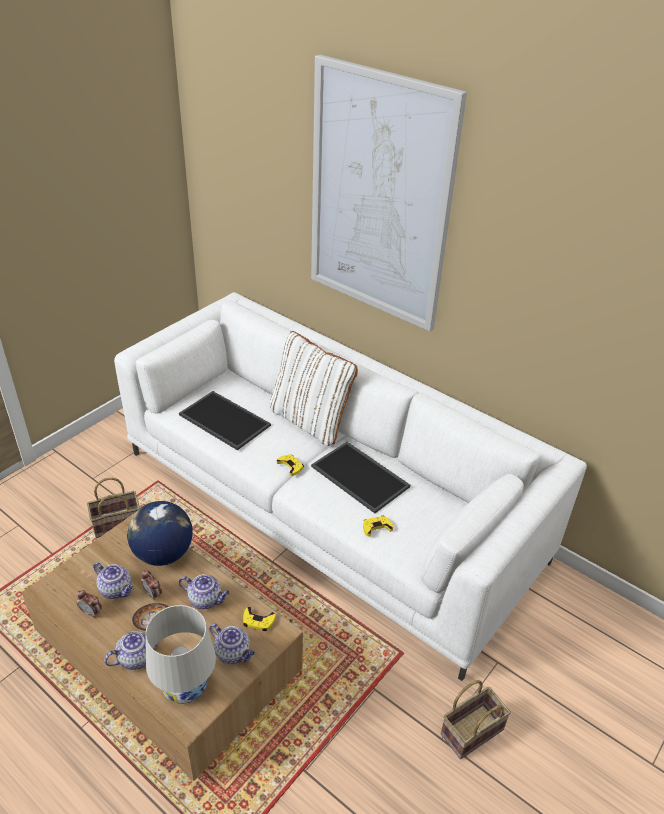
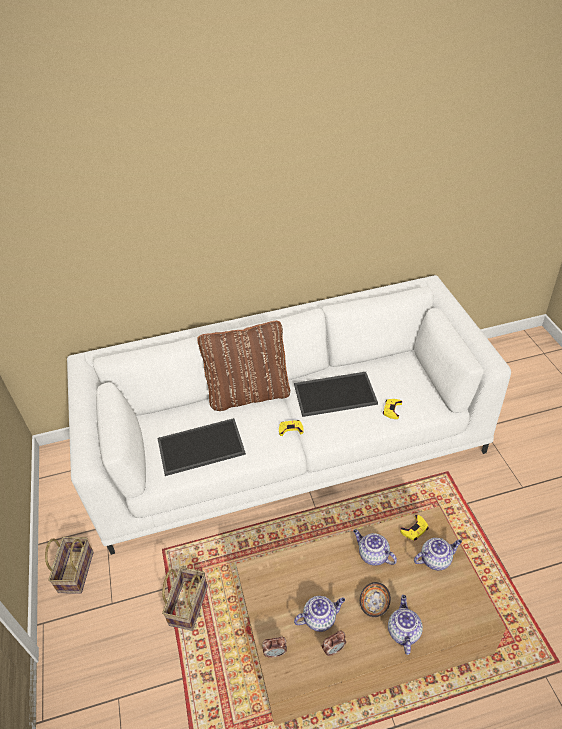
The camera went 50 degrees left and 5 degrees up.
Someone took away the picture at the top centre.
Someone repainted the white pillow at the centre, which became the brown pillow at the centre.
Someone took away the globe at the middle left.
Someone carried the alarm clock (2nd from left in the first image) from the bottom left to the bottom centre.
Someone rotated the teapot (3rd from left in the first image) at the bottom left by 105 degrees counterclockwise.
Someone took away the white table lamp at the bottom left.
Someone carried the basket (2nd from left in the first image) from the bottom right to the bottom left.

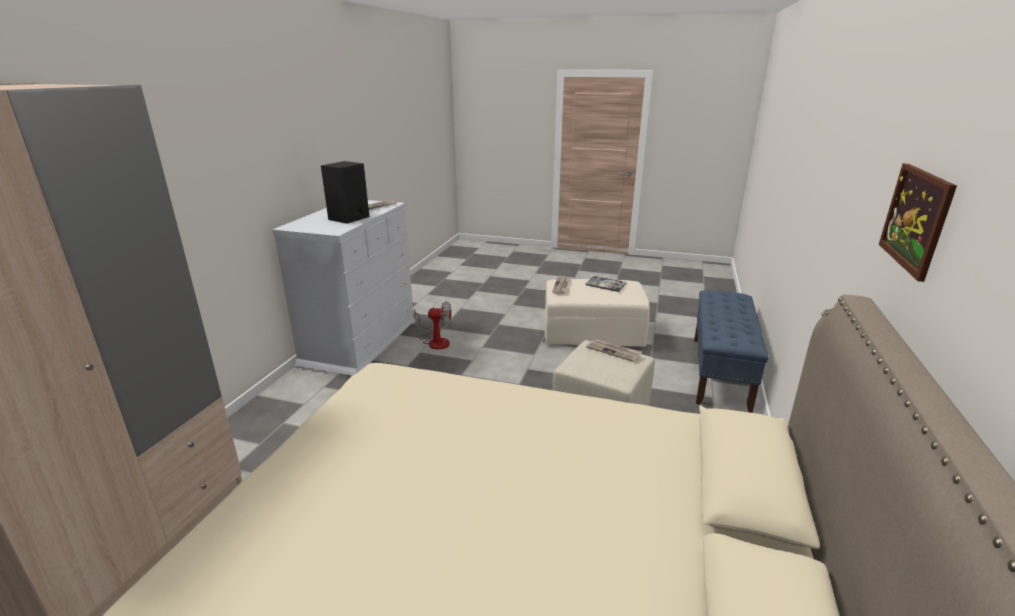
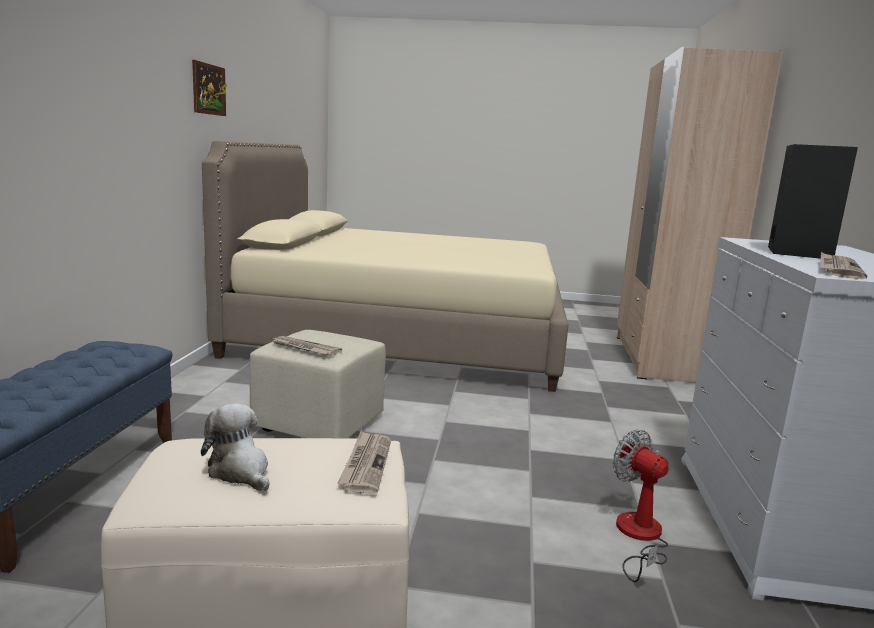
The camera went 170 degrees right and 10 degrees down.
Someone swapped the book at the centre for the plush toy at the bottom left.
Someone rotated the fan at the centre by 60 degrees clockwise.

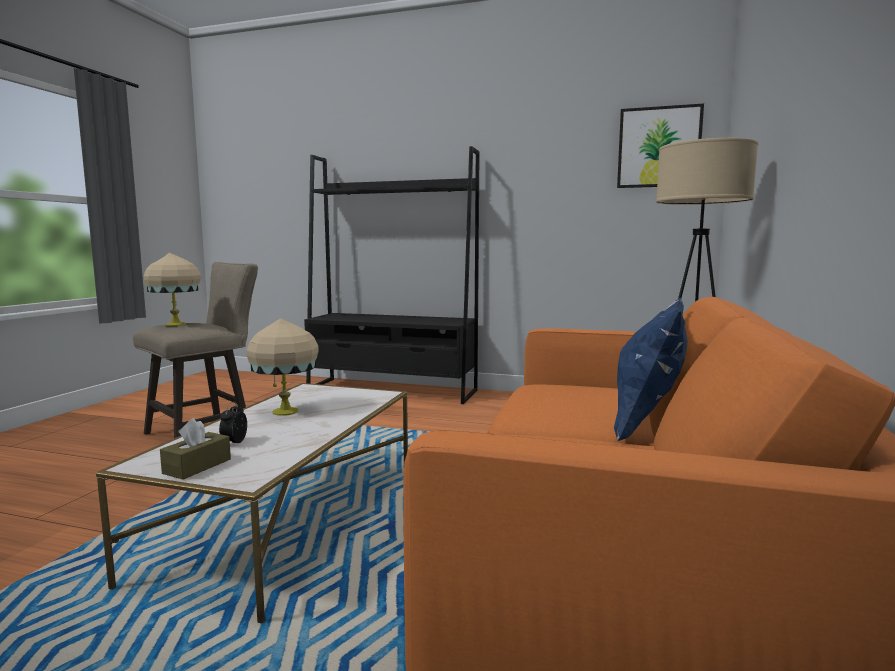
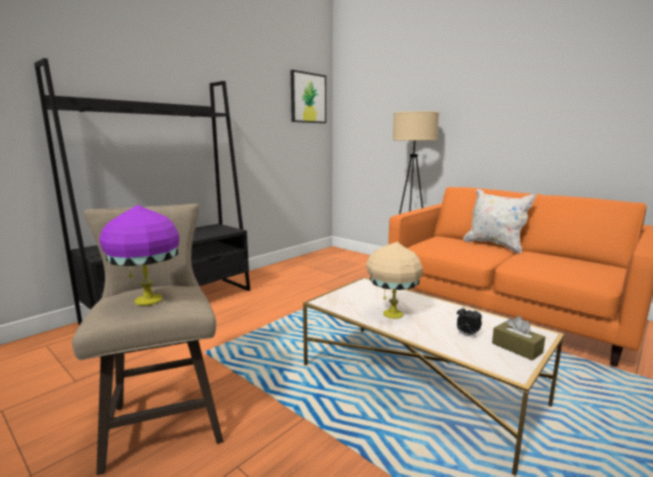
The camera went 65 degrees left and 5 degrees up.
Someone repainted the beige table lamp (1st from left) at the middle left, which became the purple table lamp at the middle left.
Someone repainted the blue pillow at the middle right, which became the white pillow at the middle right.

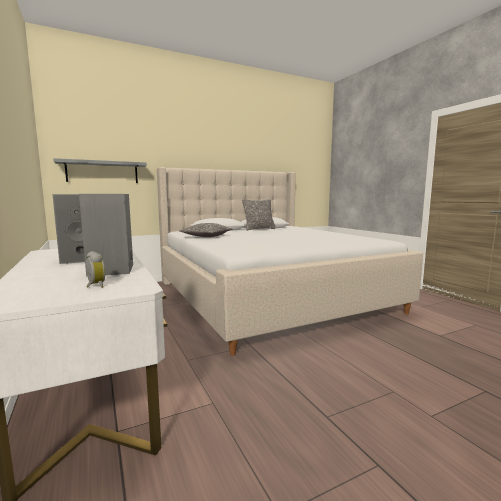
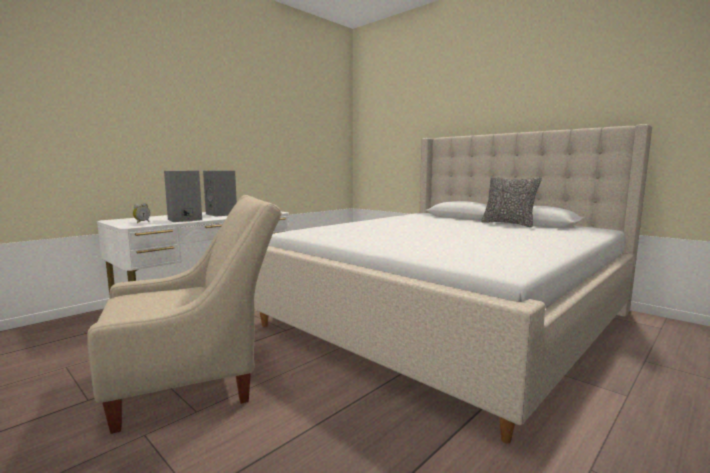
The camera went 70 degrees right and 0 degrees up.
Someone took away the grey shelf at the middle left.
Someone took away the pillow (1st from left) at the centre.
Someone put down the beige armchair at the middle left.

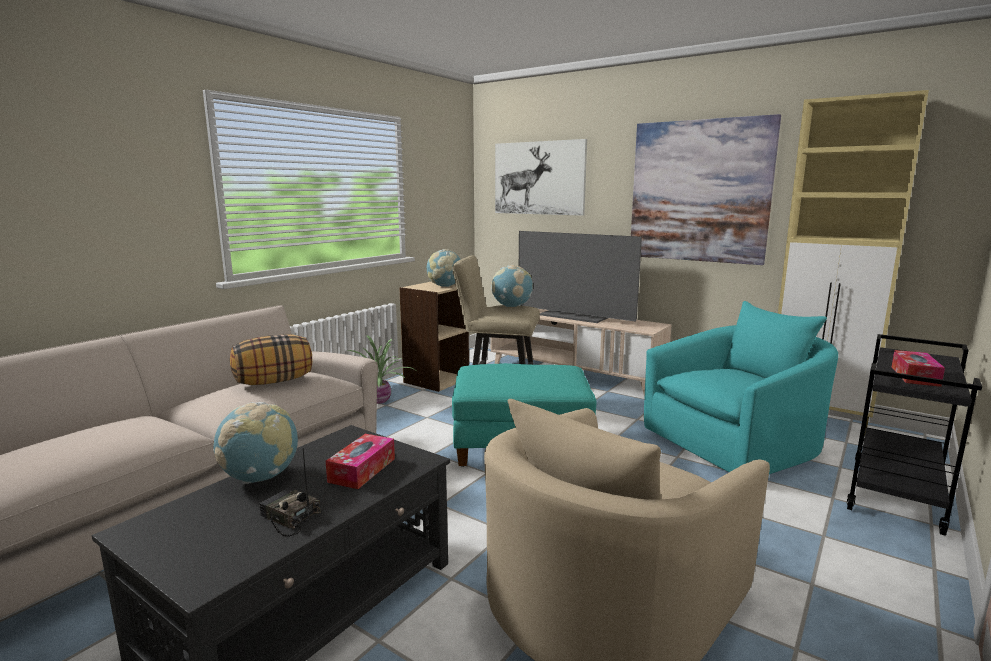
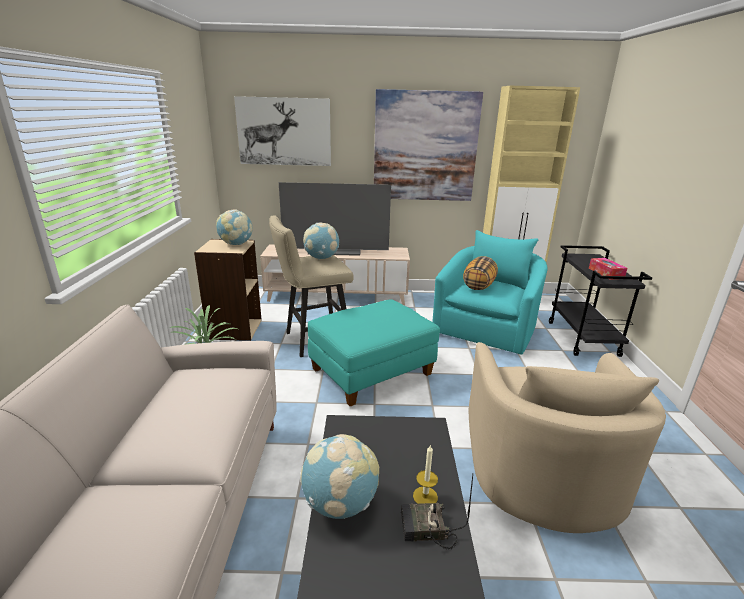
The camera went 35 degrees left and 10 degrees up.
Someone carried the pillow from the middle left to the centre.
Someone took away the tissue box (1st from left) at the bottom centre.
Someone put down the candle at the bottom centre.

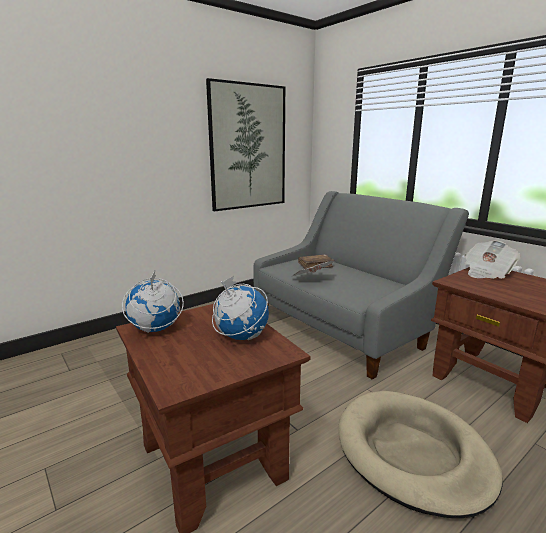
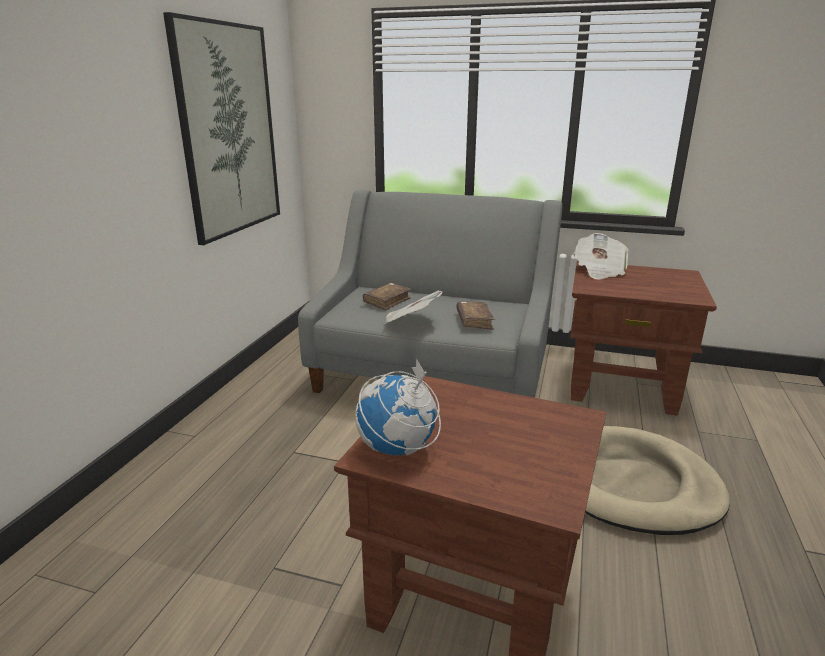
The camera went 35 degrees left and 5 degrees up.
Someone took away the globe (2nd from left) at the centre.
Someone put down the brown book (2nd from left) at the centre.

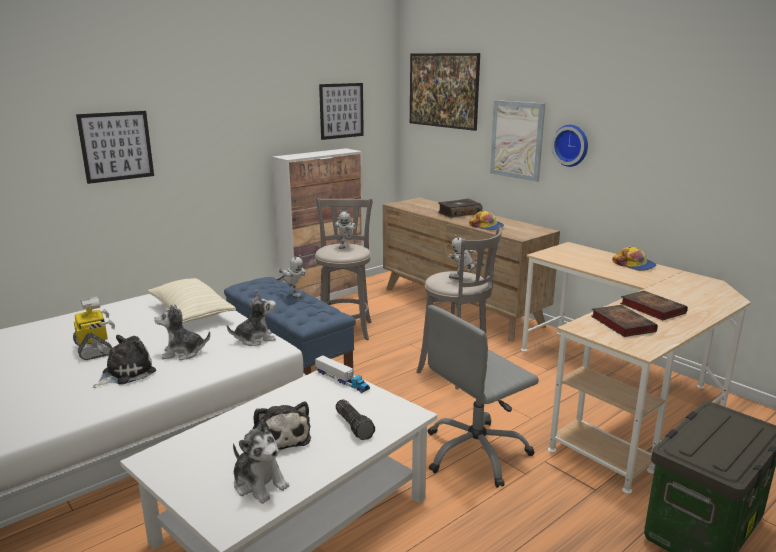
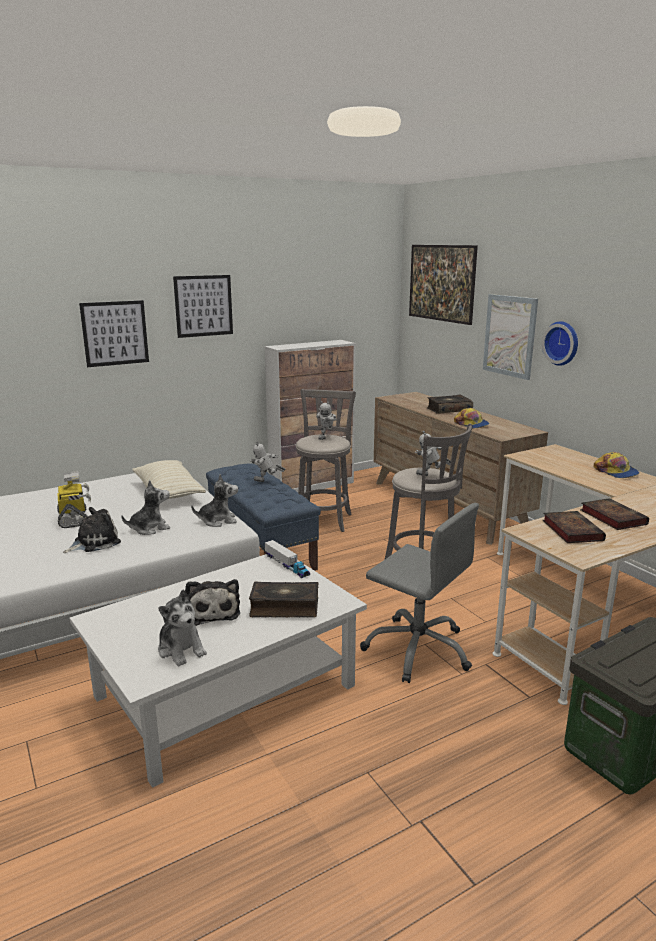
The camera went 10 degrees right and 0 degrees up.
Someone carried the picture (2nd from left) from the top centre to the top left.
Someone rotated the toy robot (2nd from left) at the centre by 135 degrees clockwise.
Someone rotated the plush toy (2nd from left) at the middle left by 150 degrees clockwise.
Someone rotated the grey office chair at the bottom centre by 120 degrees counterclockwise.
Someone swapped the flashlight at the bottom centre for the book (1st from left) at the centre.

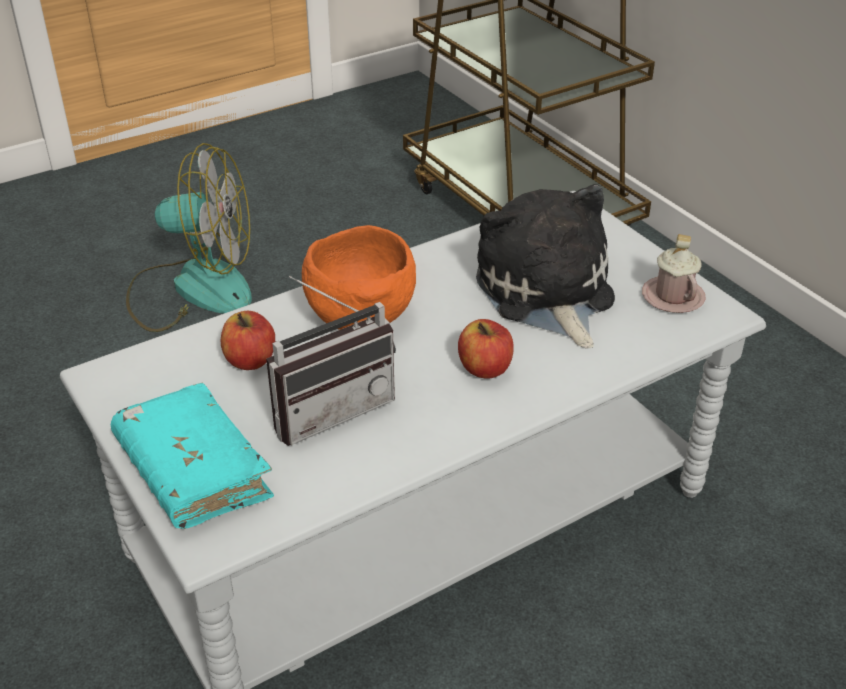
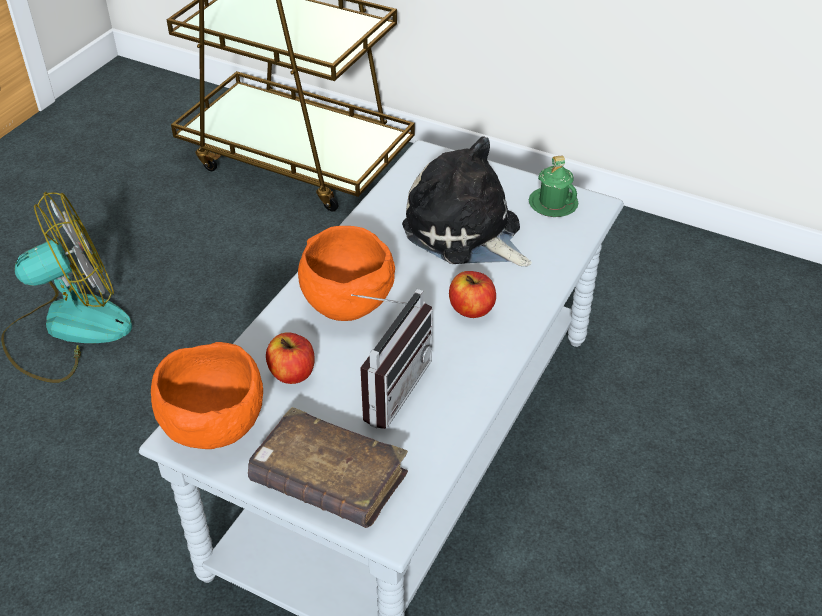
The camera went 30 degrees left and 5 degrees up.
Someone repainted the pink mug at the middle right, which became the green mug at the top right.
Someone repainted the turquoise book at the middle left, which became the brown book at the bottom centre.
Someone put down the orange bowl (1st from left) at the middle left.

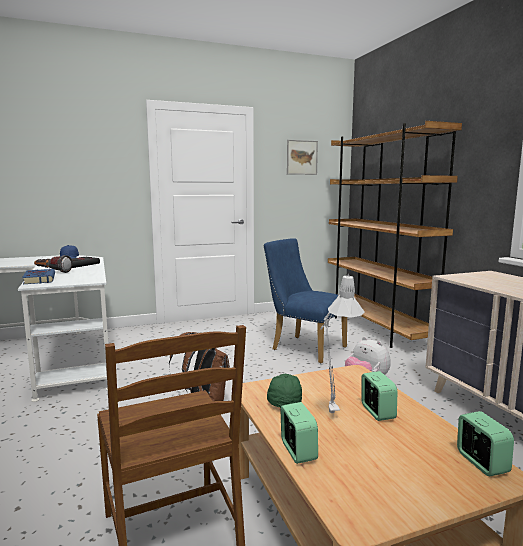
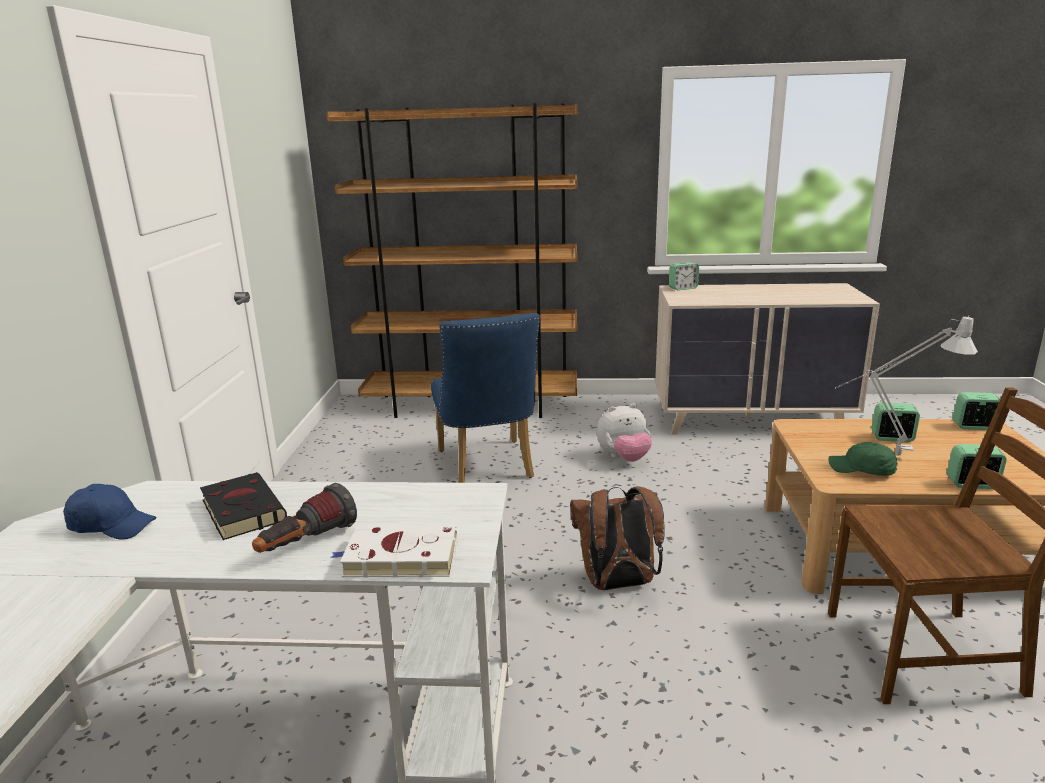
The camera went 65 degrees left and 10 degrees up.
Someone took away the picture at the top centre.
Someone rotated the blue chair at the centre by 75 degrees counterclockwise.
Someone repainted the blue book at the middle left, which became the white book at the bottom centre.
Someone put down the alarm clock (1st from left) at the centre.

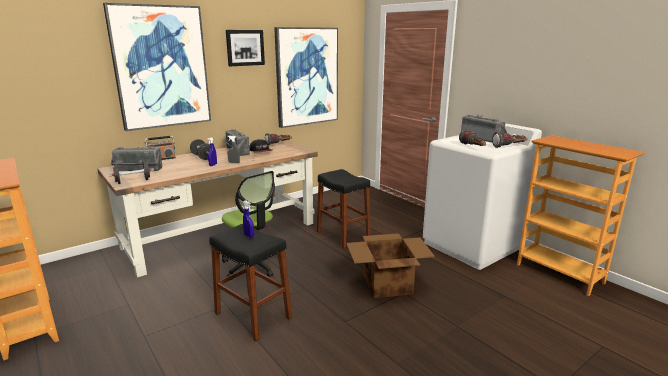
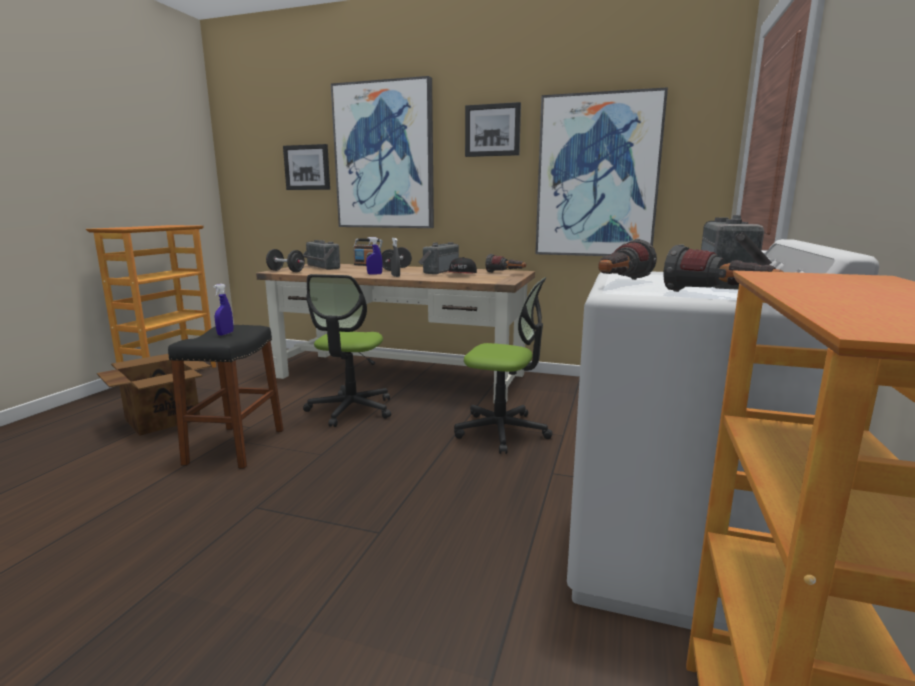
The camera went 55 degrees right and 5 degrees down.
Someone swapped the black stool (2nd from left) at the centre for the office chair (2nd from left) at the centre.
Someone carried the cardboard box from the bottom centre to the middle left.
Someone put up the picture (1st from left) at the top centre.

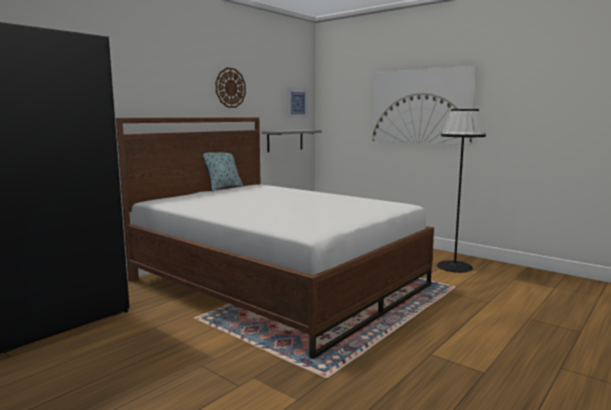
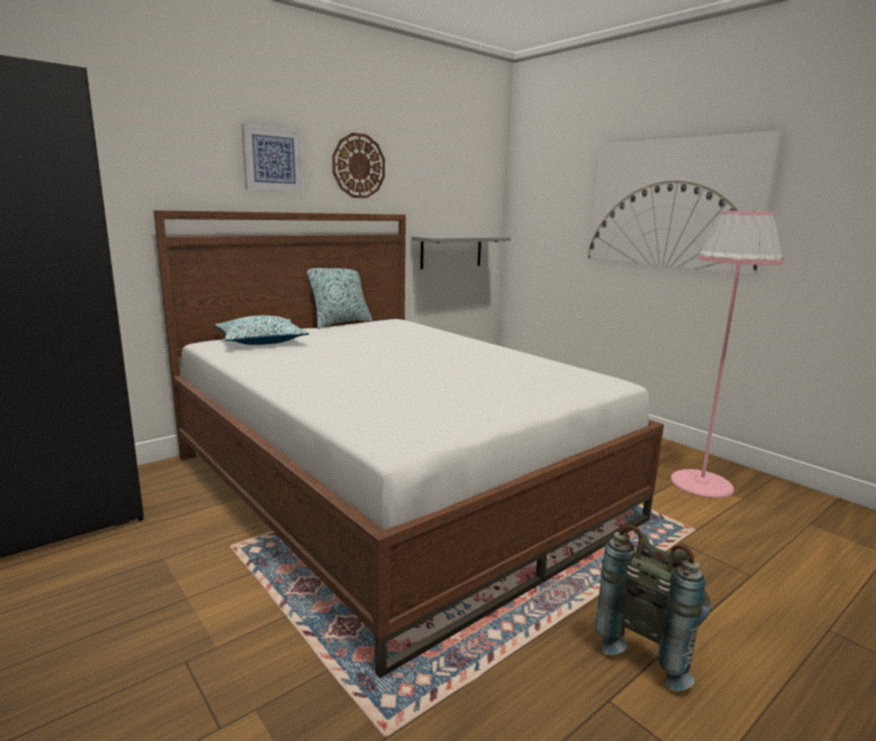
The camera went 10 degrees right and 5 degrees up.
Someone carried the picture (1st from left) from the top centre to the top left.
Someone repainted the black floor lamp at the middle right, which became the pink floor lamp at the middle right.
Someone put down the pillow (1st from left) at the middle left.
Someone put down the grey backpack at the bottom right.

